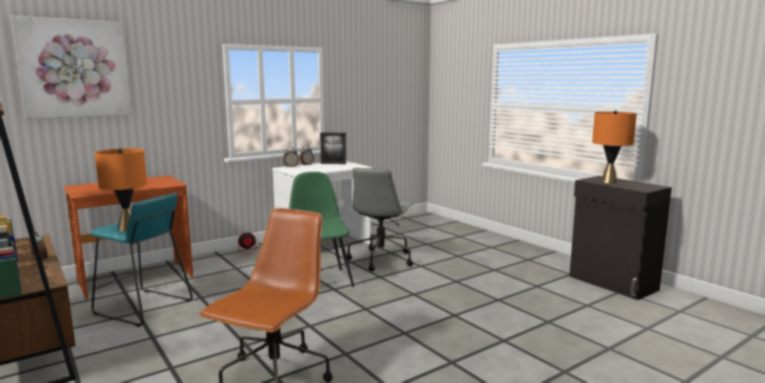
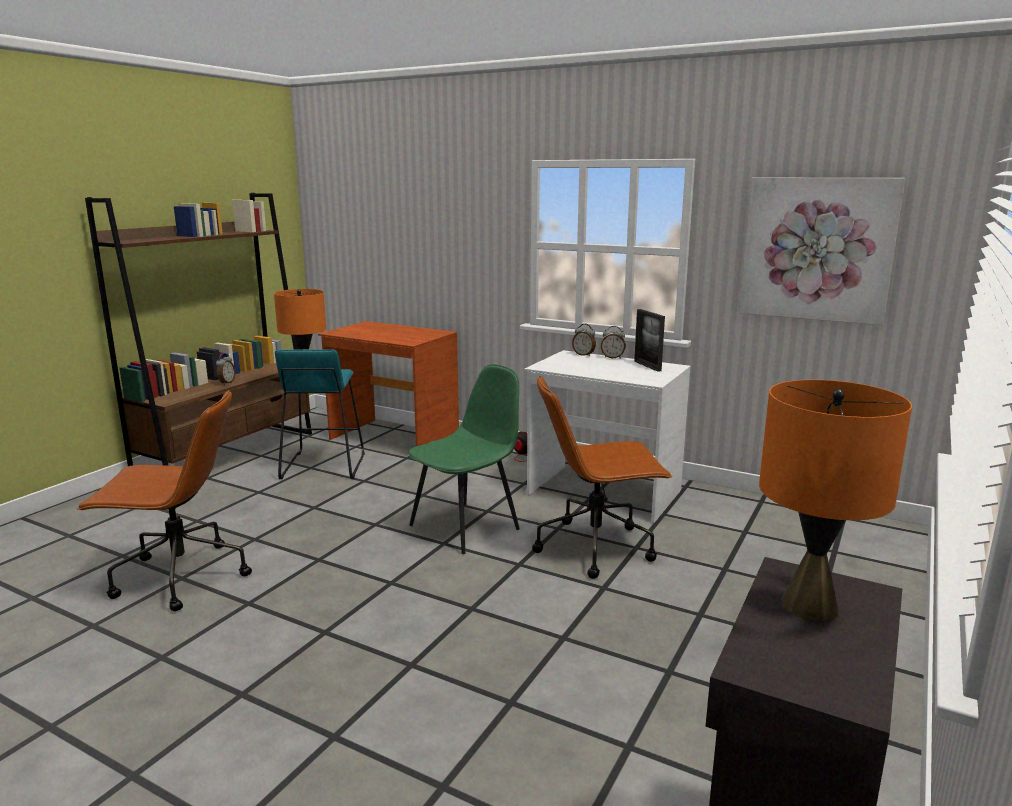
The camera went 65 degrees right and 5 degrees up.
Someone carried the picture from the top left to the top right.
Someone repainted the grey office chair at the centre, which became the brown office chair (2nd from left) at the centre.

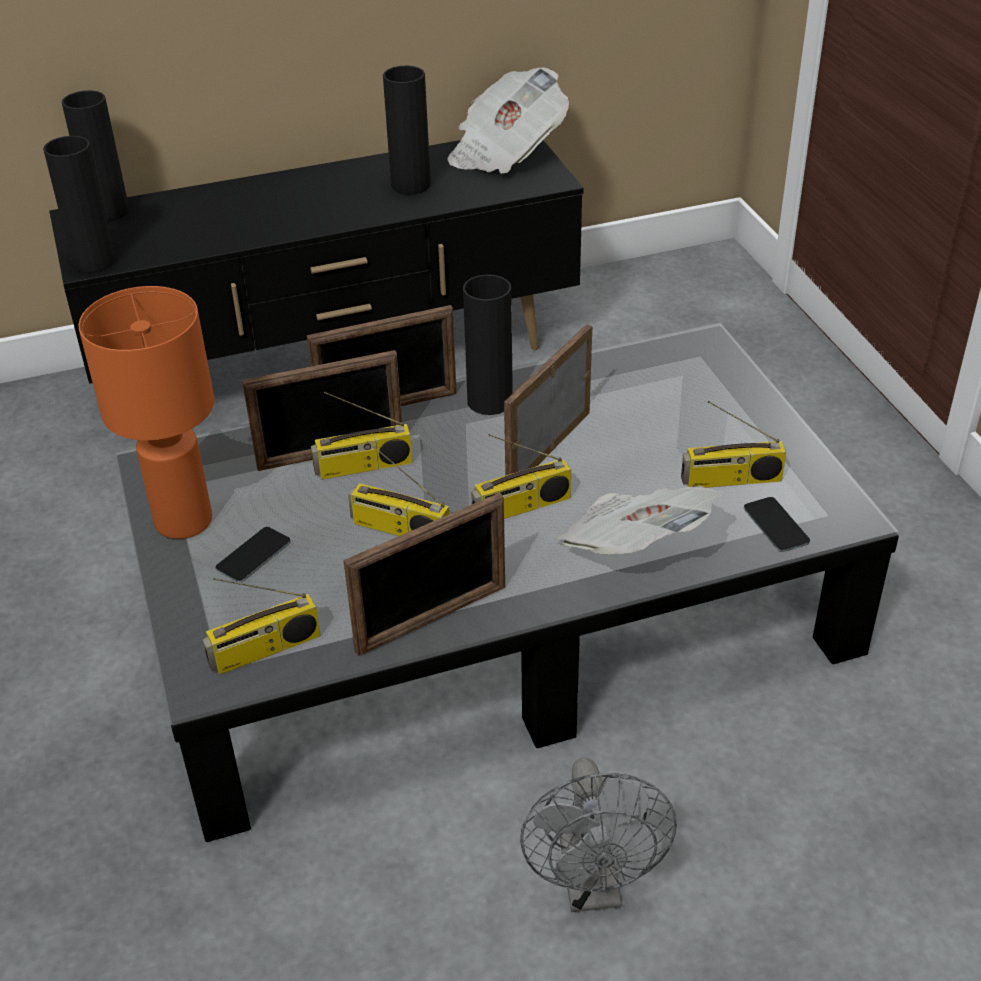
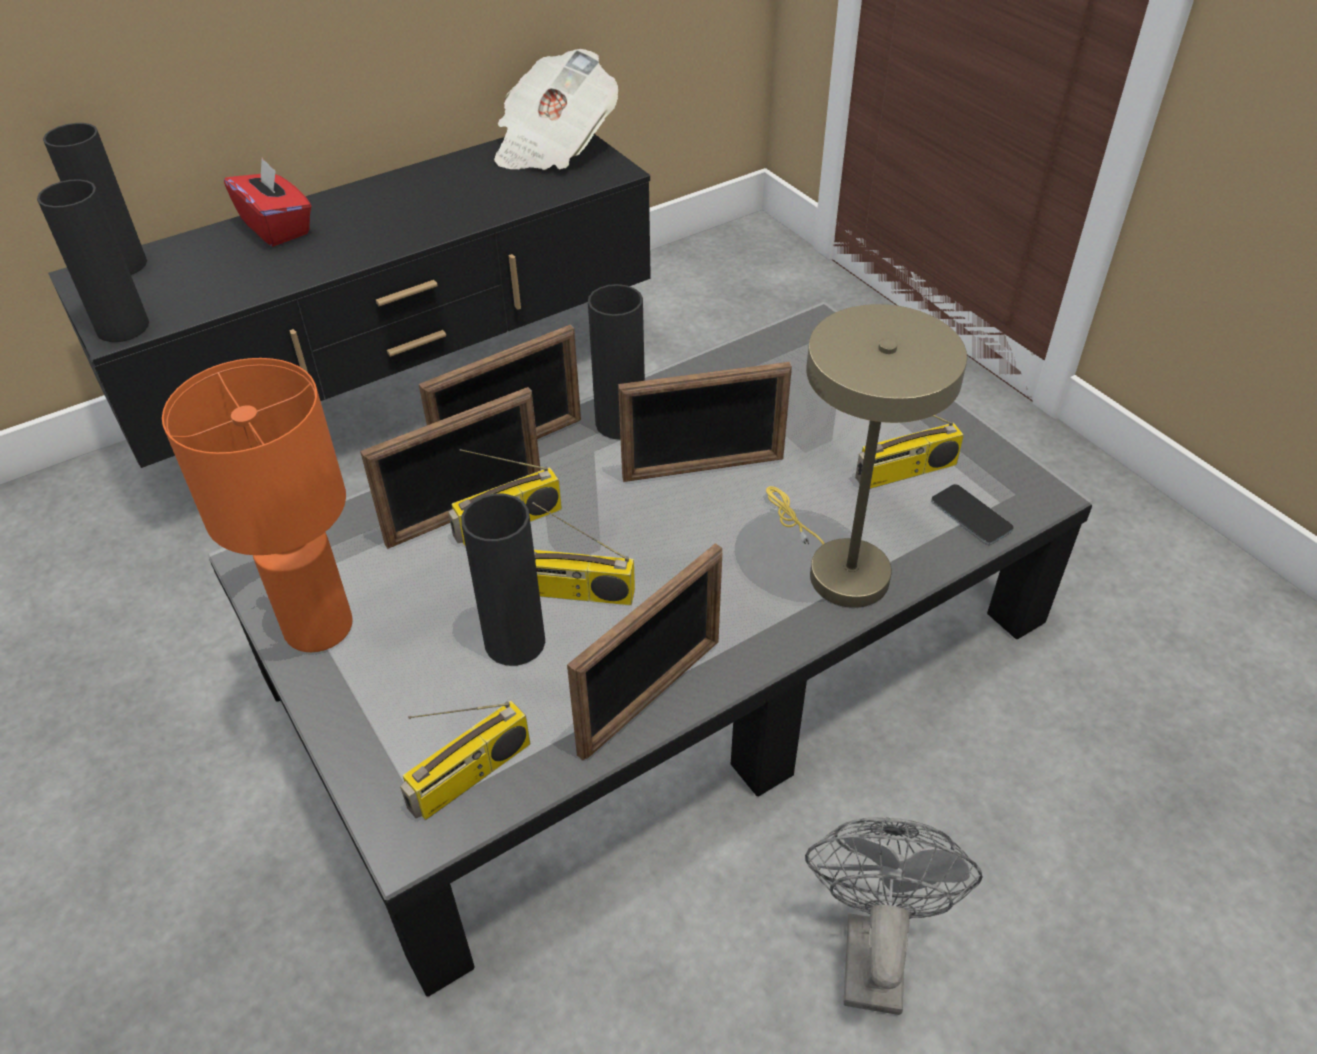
The camera went 15 degrees left and 5 degrees up.
Someone carried the black vase (3rd from left) from the top centre to the centre.
Someone rotated the picture frame (4th from left) at the centre by 120 degrees counterclockwise.
Someone took away the radio (4th from left) at the centre.
Someone swapped the newspaper (2nd from left) at the centre for the beige table lamp at the centre.
Someone took away the phone (1st from left) at the middle left.
Someone rotated the grey fan at the bottom centre by 150 degrees counterclockwise.
Someone put down the red tissue box at the top left.

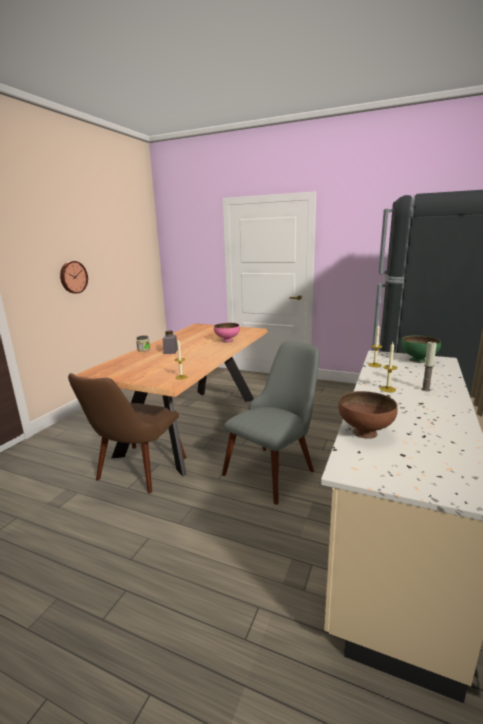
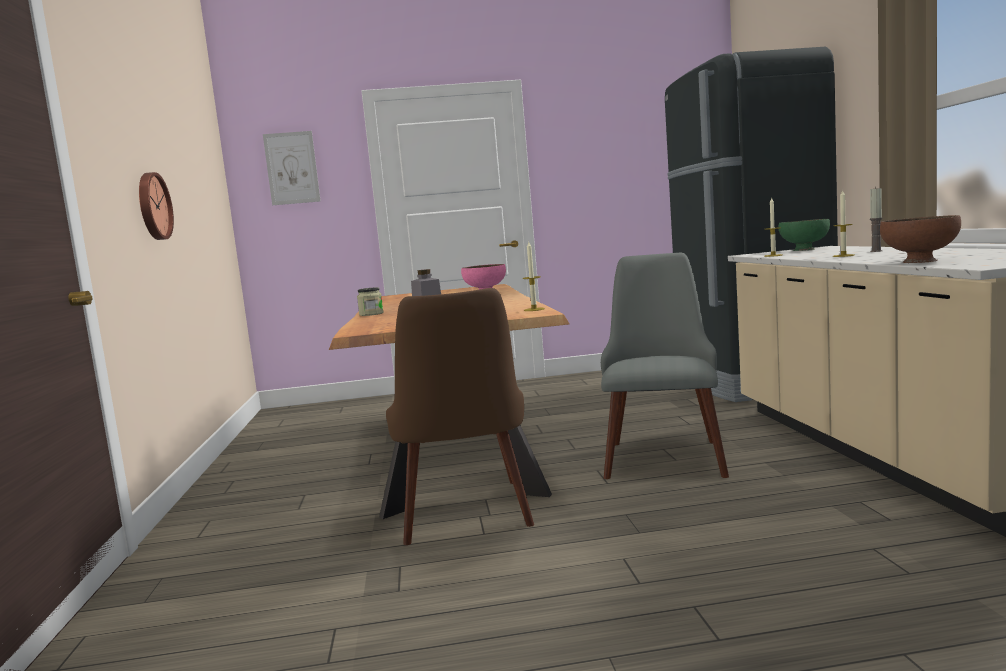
The camera went 30 degrees left and 10 degrees down.
Someone put up the picture at the top left.

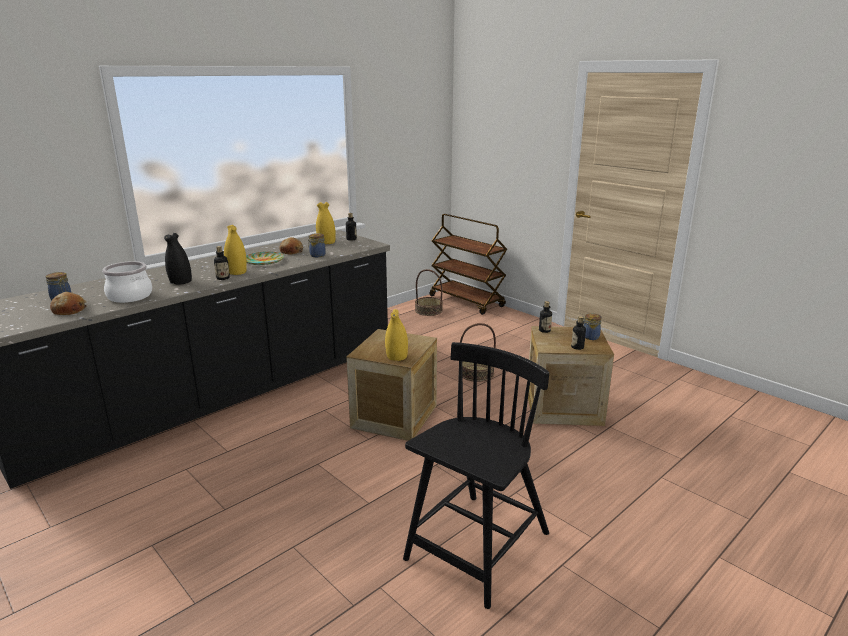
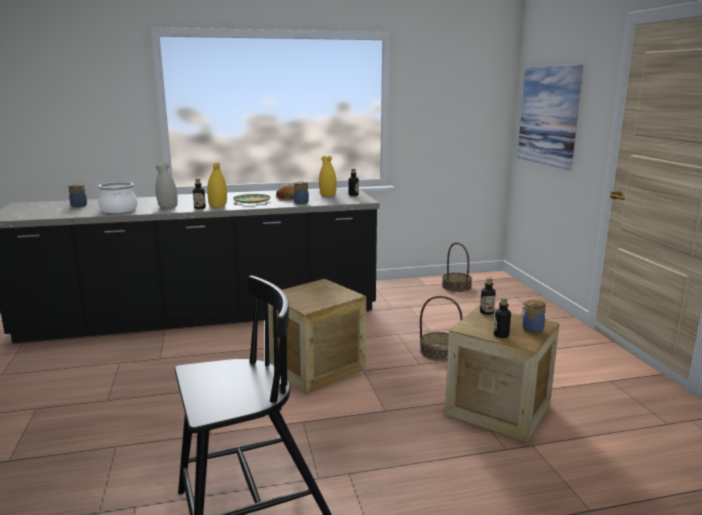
The camera went 30 degrees right and 5 degrees down.
Someone took away the brown cart at the centre.
Someone repainted the black vase at the middle left, which became the white vase at the middle left.
Someone took away the bread (1st from left) at the middle left.
Someone took away the yellow vase (3rd from left) at the centre.
Someone put up the picture at the top right.

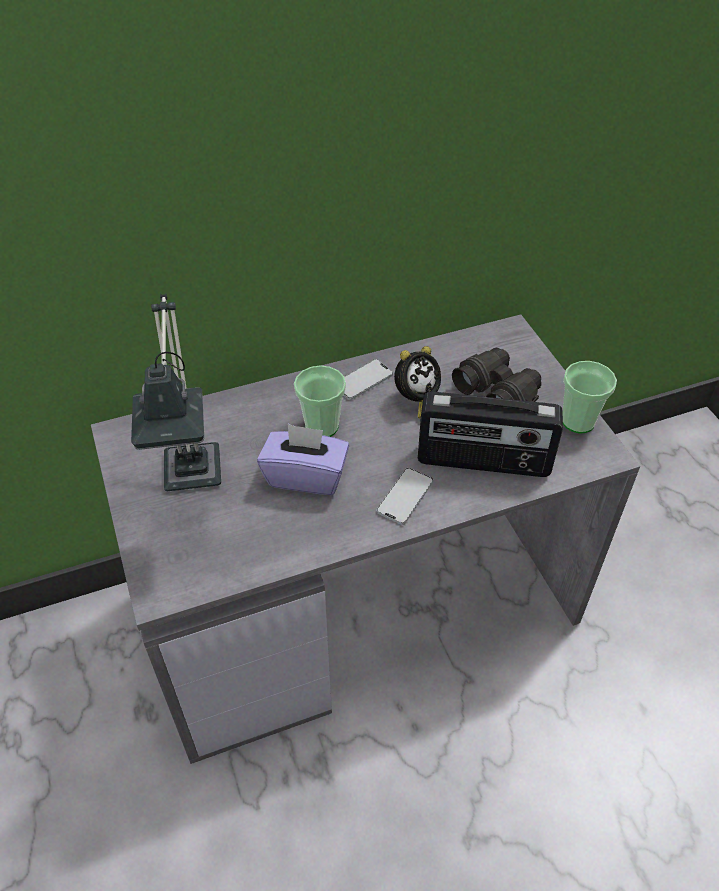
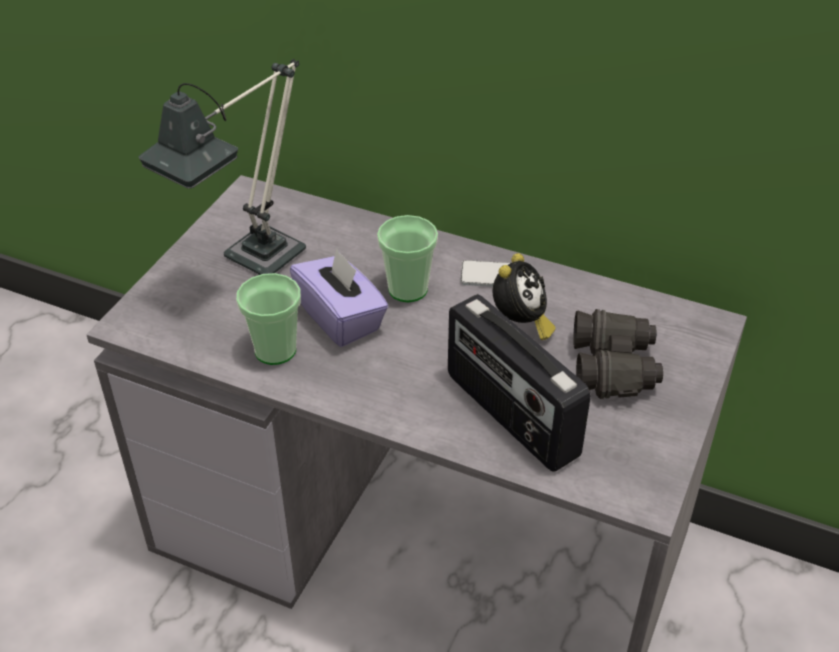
The camera went 45 degrees right and 5 degrees down.
Someone rotated the alarm clock at the centre by 75 degrees counterclockwise.
Someone carried the cup (2nd from left in the first image) from the middle right to the middle left.
Someone took away the phone (2nd from left) at the centre.

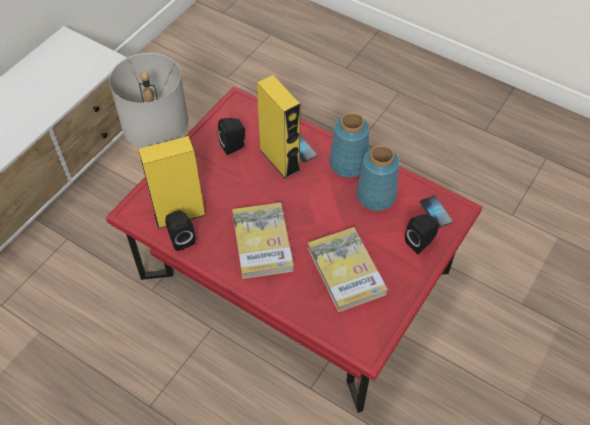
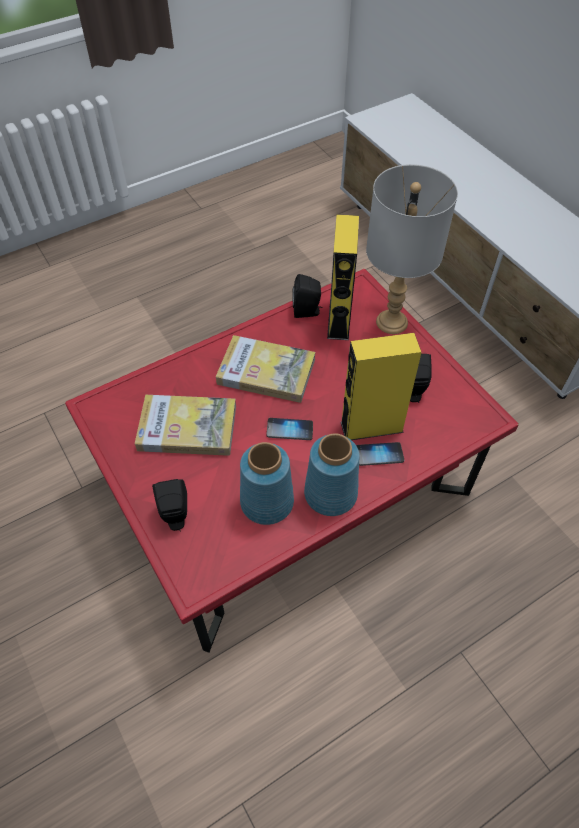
The camera went 115 degrees right and 0 degrees up.
Someone carried the phone (2nd from left in the first image) from the middle right to the centre.

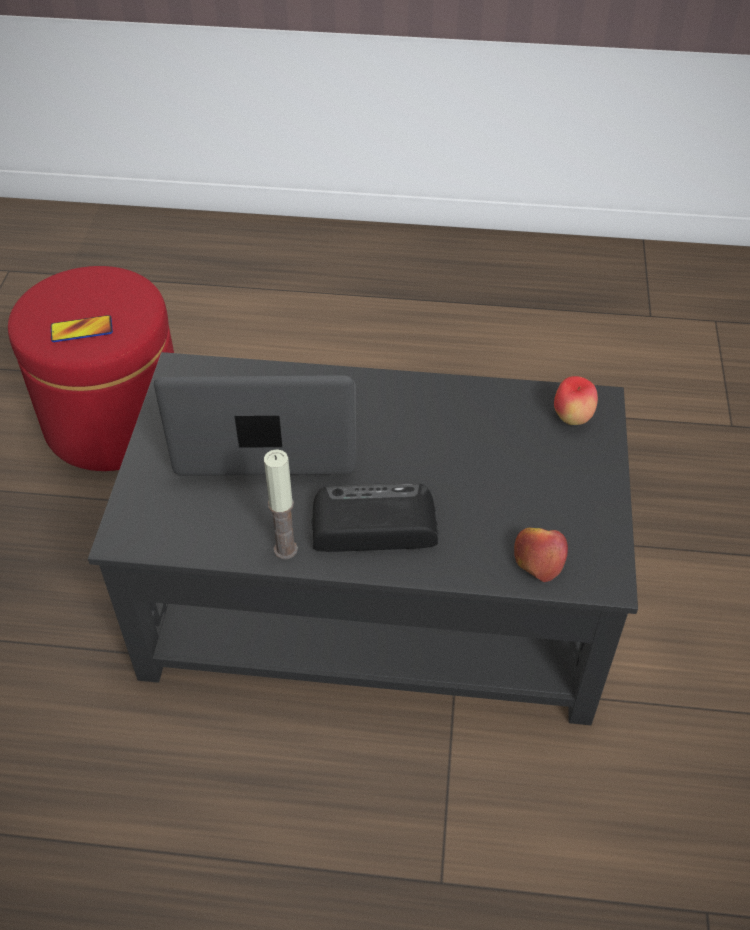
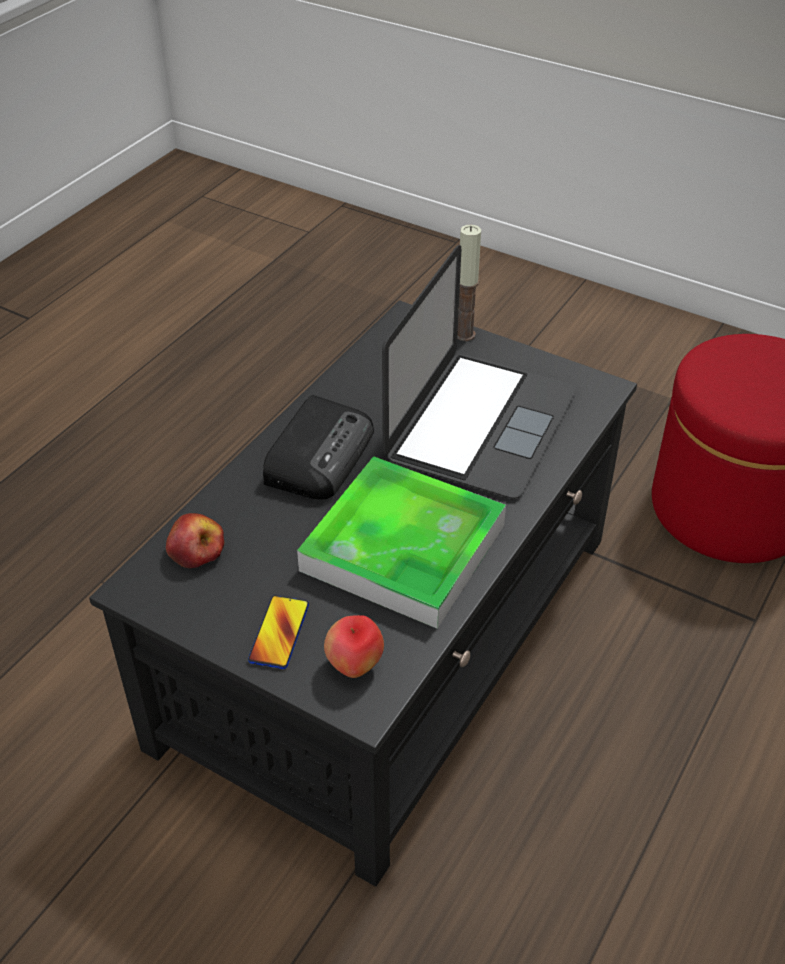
The camera went 115 degrees right and 5 degrees down.
Someone carried the phone from the middle left to the centre.
Someone carried the candle from the centre to the top centre.
Someone put down the tray at the centre.

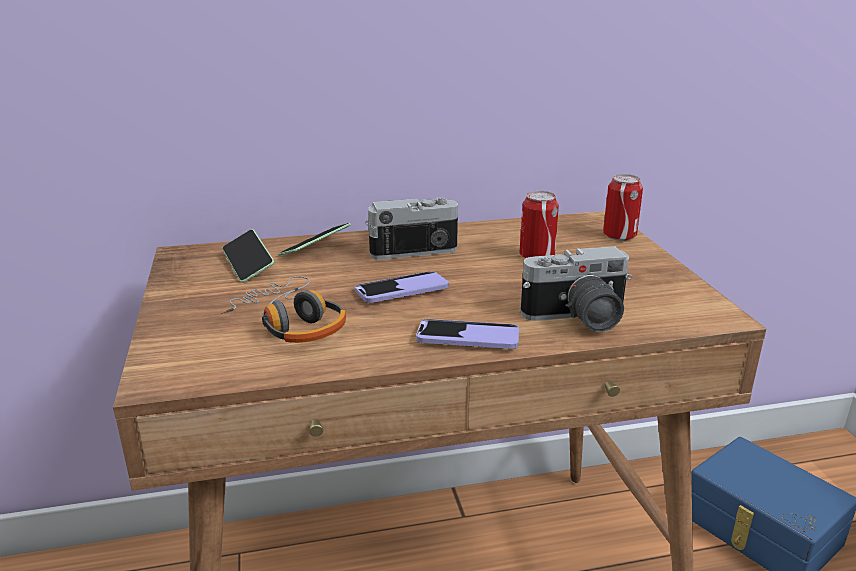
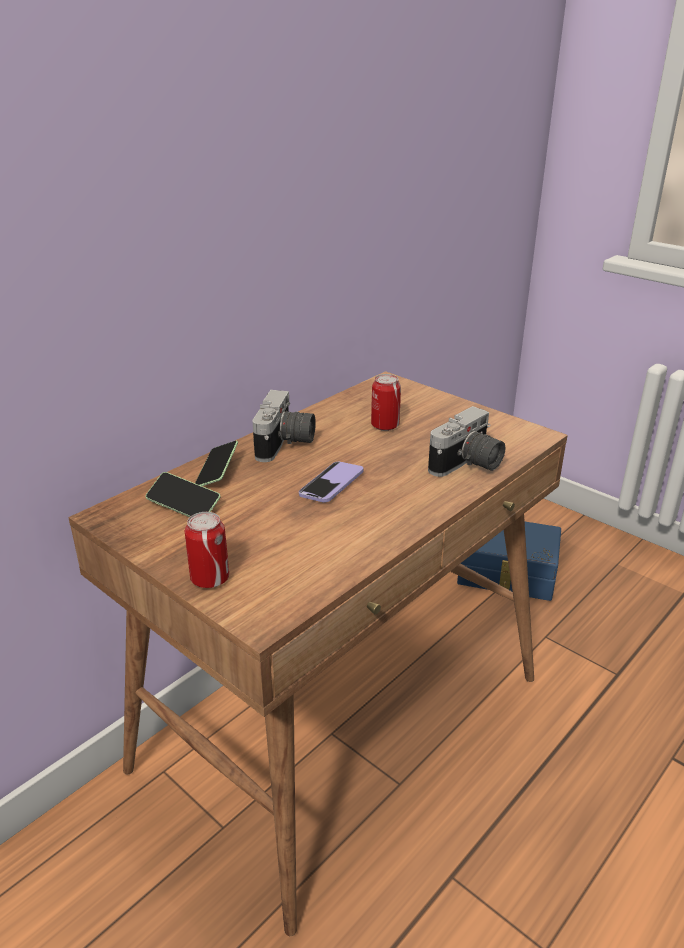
The camera went 35 degrees left and 5 degrees up.
Someone carried the can (2nd from left in the first image) from the middle right to the middle left.
Someone rotated the photo camera (1st from left) at the centre by 150 degrees clockwise.
Someone took away the headphones at the middle left.
Someone took away the phone (4th from left) at the centre.

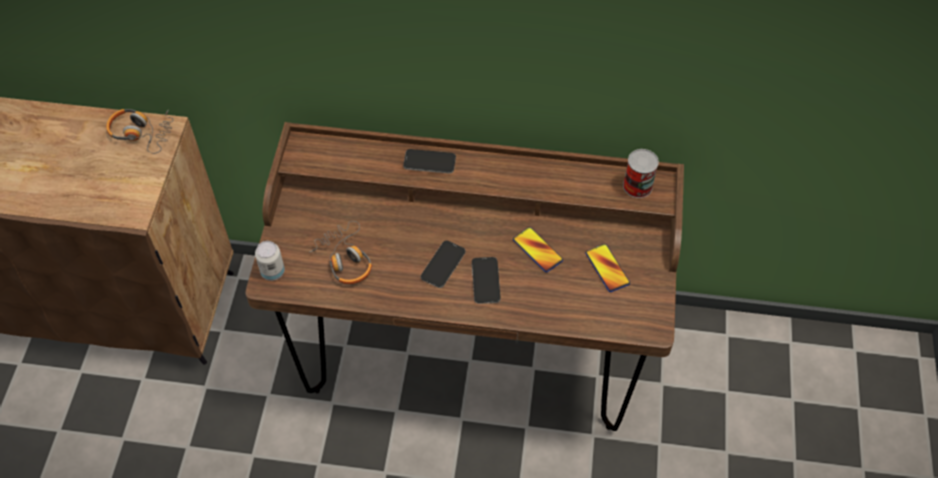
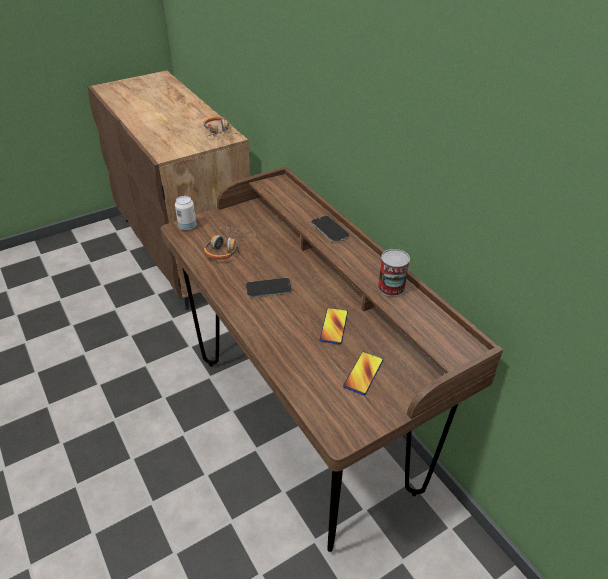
The camera went 50 degrees right and 15 degrees down.
Someone carried the can (2nd from left) from the middle right to the centre.
Someone took away the phone (3rd from left) at the centre.

